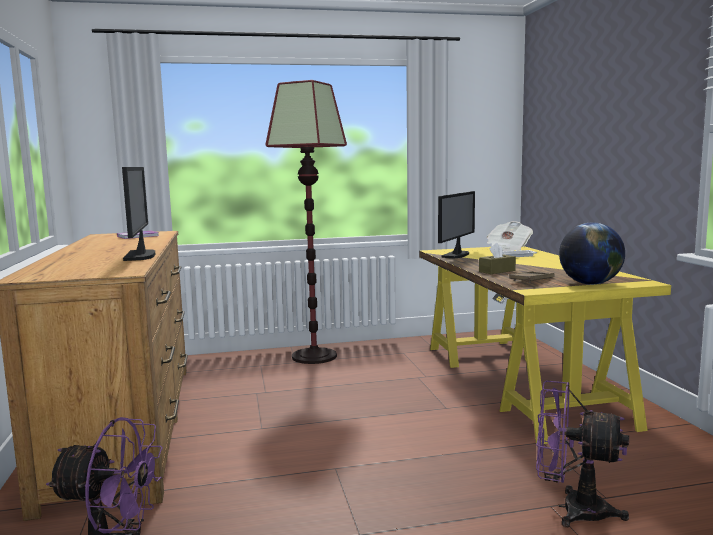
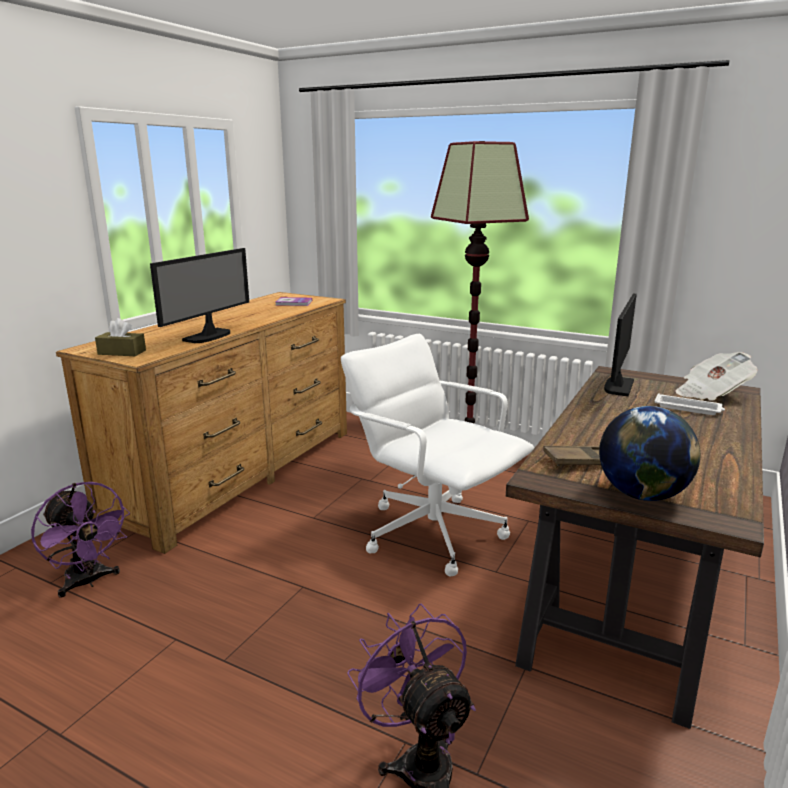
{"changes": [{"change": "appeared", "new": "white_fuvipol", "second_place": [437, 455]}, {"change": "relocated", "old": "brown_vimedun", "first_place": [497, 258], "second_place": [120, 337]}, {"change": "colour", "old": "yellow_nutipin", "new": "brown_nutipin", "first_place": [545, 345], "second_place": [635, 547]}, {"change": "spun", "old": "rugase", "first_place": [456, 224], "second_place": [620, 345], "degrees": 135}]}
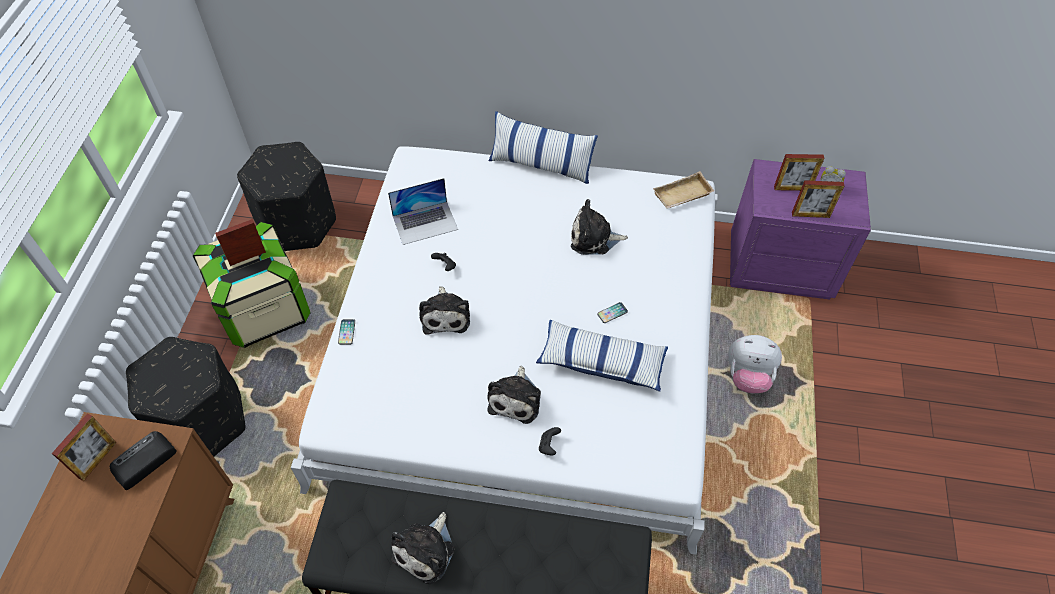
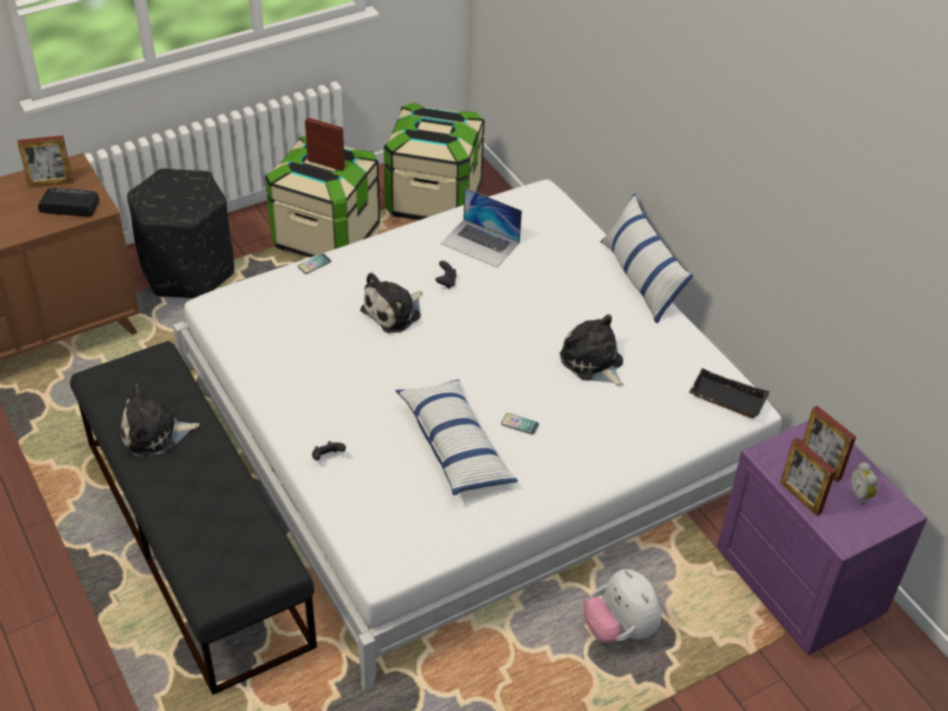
{"changes": [{"change": "missing", "old": "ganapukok", "first_place": [514, 395]}, {"change": "exchanged", "old": "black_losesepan", "new": "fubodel", "first_place": [286, 196], "second_place": [434, 161]}, {"change": "colour", "old": "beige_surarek", "new": "black_surarek", "first_place": [683, 190], "second_place": [729, 393]}]}
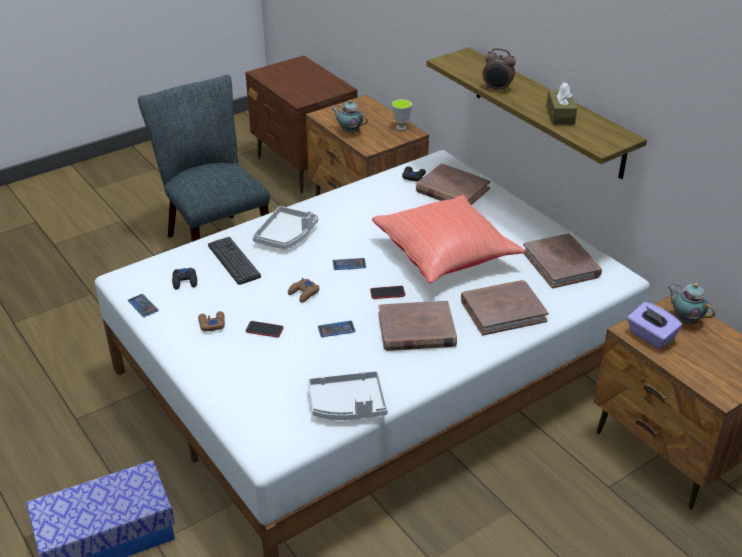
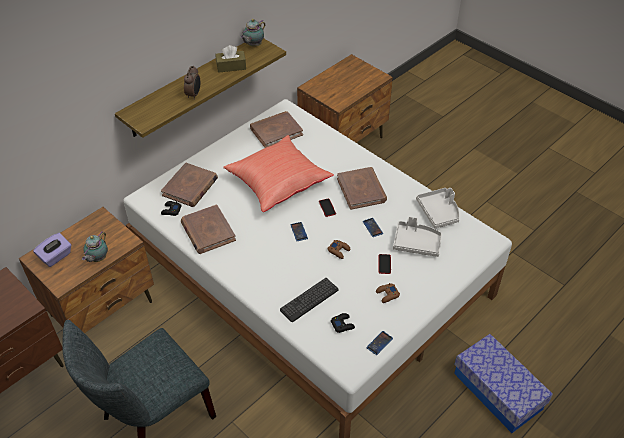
{"changes": [{"change": "missing", "old": "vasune", "first_place": [402, 114]}, {"change": "relocated", "old": "grey_surarek", "first_place": [285, 227], "second_place": [417, 236]}, {"change": "relocated", "old": "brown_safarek", "first_place": [505, 307], "second_place": [208, 229]}, {"change": "relocated", "old": "purple_vimedun", "first_place": [654, 325], "second_place": [52, 250]}, {"change": "relocated", "old": "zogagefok", "first_place": [691, 303], "second_place": [252, 33]}]}
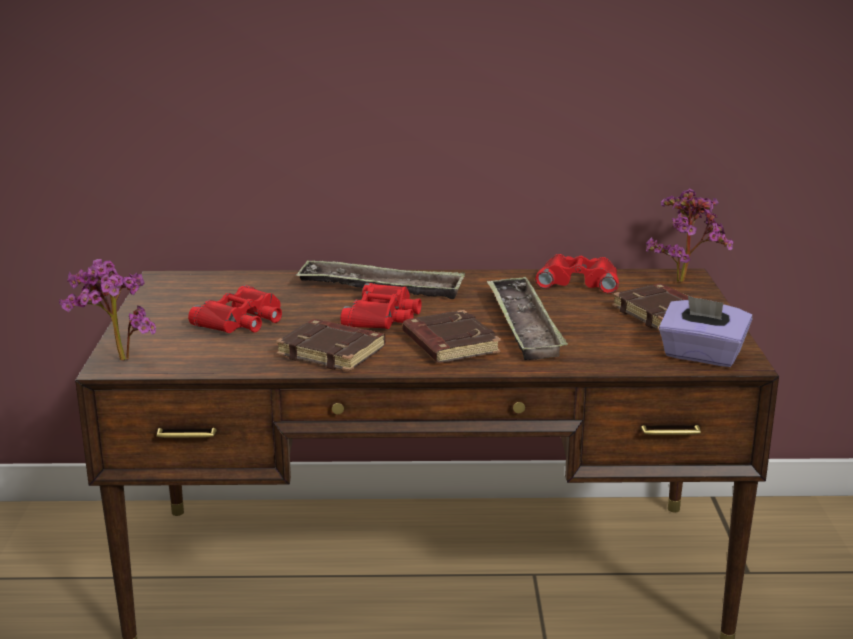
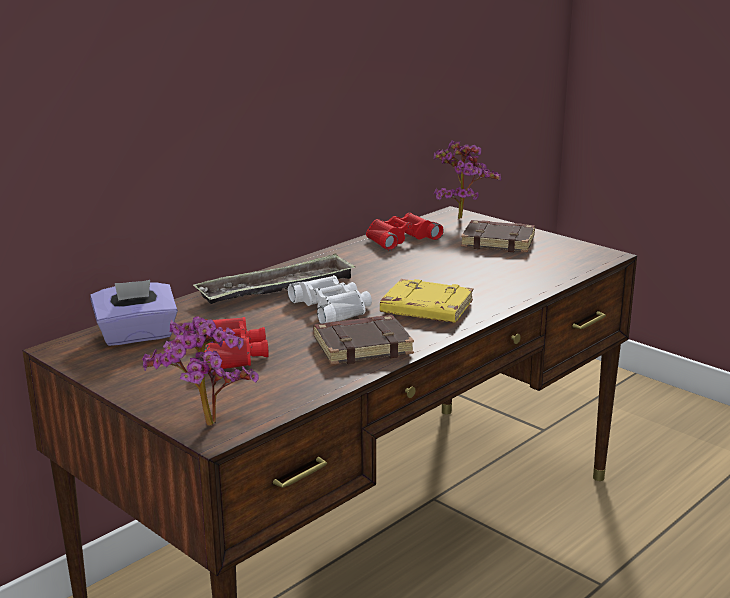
{"changes": [{"change": "missing", "old": "surarek", "first_place": [527, 318]}, {"change": "relocated", "old": "purple_vimedun", "first_place": [705, 331], "second_place": [134, 313]}, {"change": "colour", "old": "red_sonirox", "new": "white_sonirox", "first_place": [381, 306], "second_place": [330, 299]}, {"change": "colour", "old": "brown_safarek", "new": "yellow_safarek", "first_place": [452, 336], "second_place": [426, 301]}]}
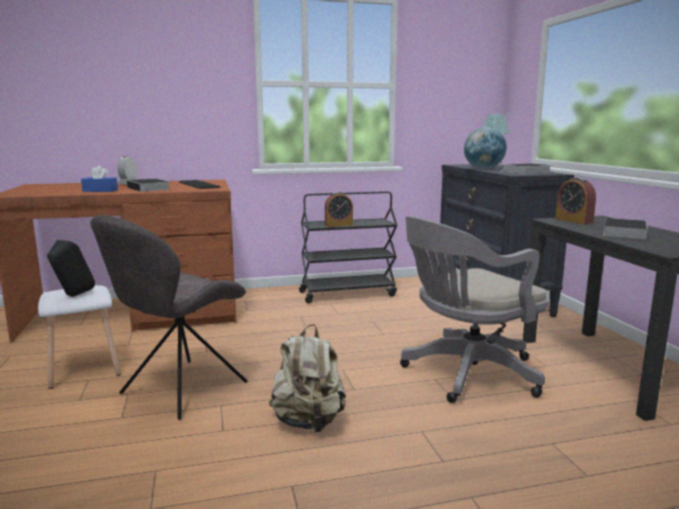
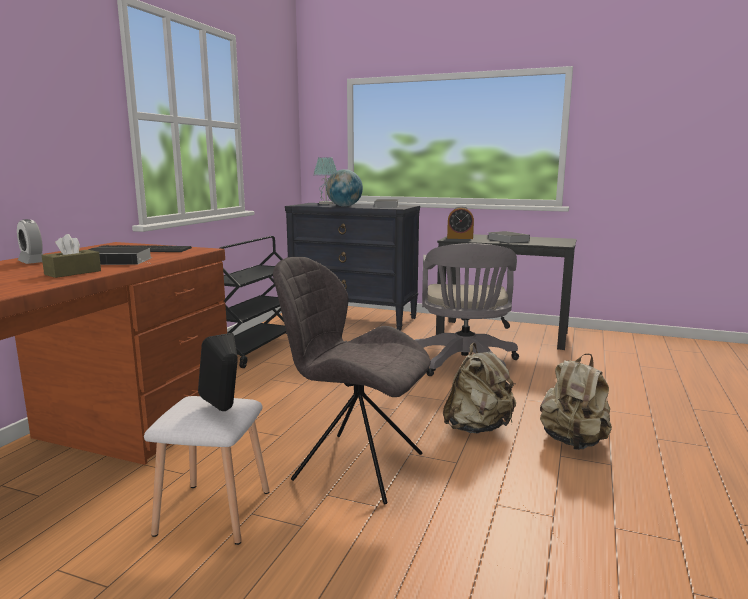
{"changes": [{"change": "missing", "old": "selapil", "first_place": [339, 209]}, {"change": "appeared", "new": "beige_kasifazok", "second_place": [576, 401]}, {"change": "colour", "old": "blue_vimedun", "new": "brown_vimedun", "first_place": [99, 178], "second_place": [71, 256]}, {"change": "spun", "old": "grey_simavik", "first_place": [168, 317], "second_place": [352, 380], "degrees": 135}]}
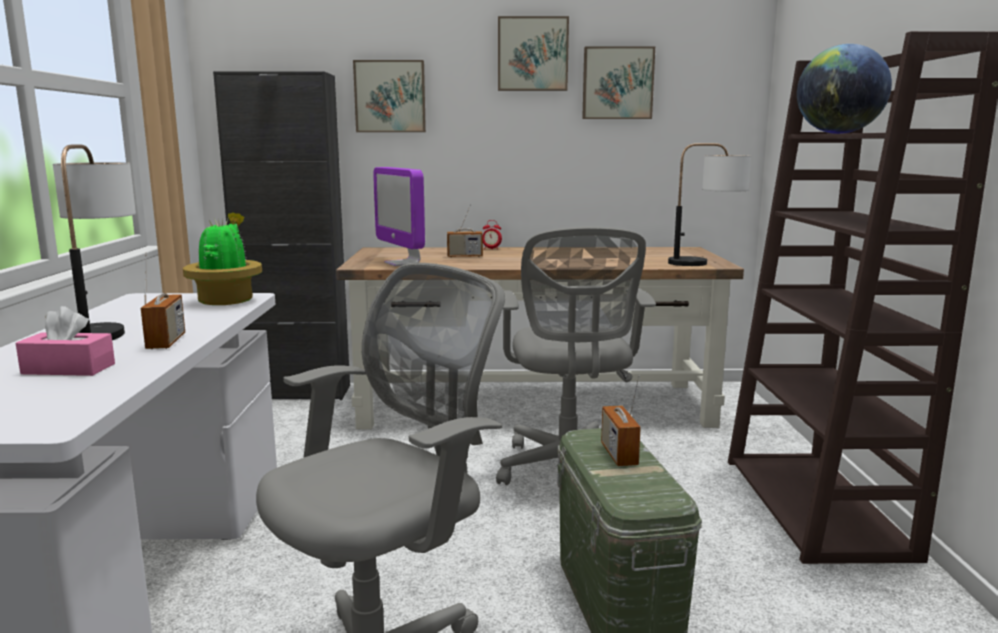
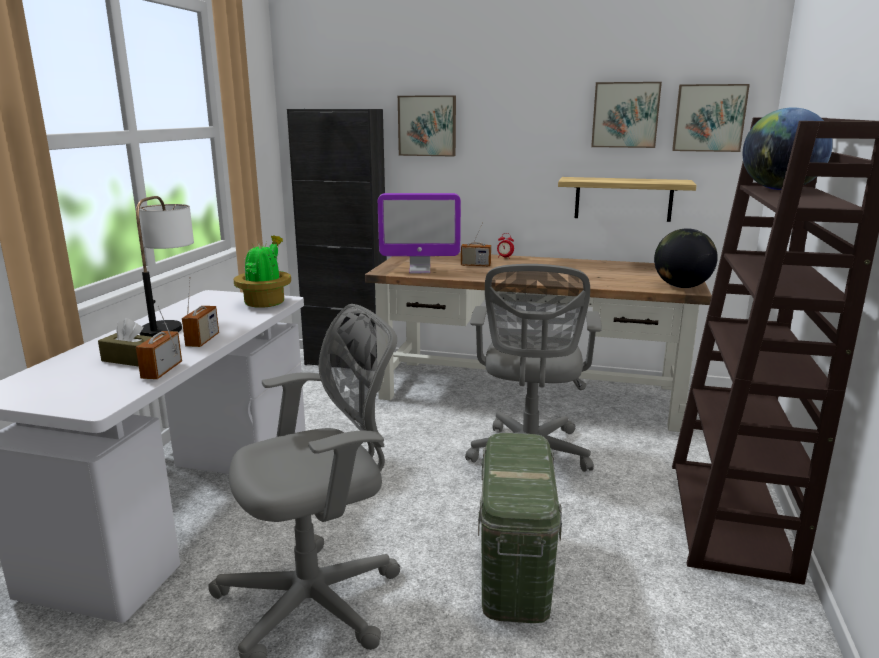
{"changes": [{"change": "appeared", "new": "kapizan", "second_place": [627, 199]}, {"change": "relocated", "old": "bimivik", "first_place": [533, 53], "second_place": [711, 118]}, {"change": "relocated", "old": "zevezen", "first_place": [621, 420], "second_place": [159, 342]}, {"change": "exchanged", "old": "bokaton", "new": "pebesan", "first_place": [709, 204], "second_place": [686, 258]}, {"change": "colour", "old": "pink_vimedun", "new": "brown_vimedun", "first_place": [65, 341], "second_place": [124, 342]}, {"change": "spun", "old": "rugase", "first_place": [399, 216], "second_place": [419, 233], "degrees": -75}]}
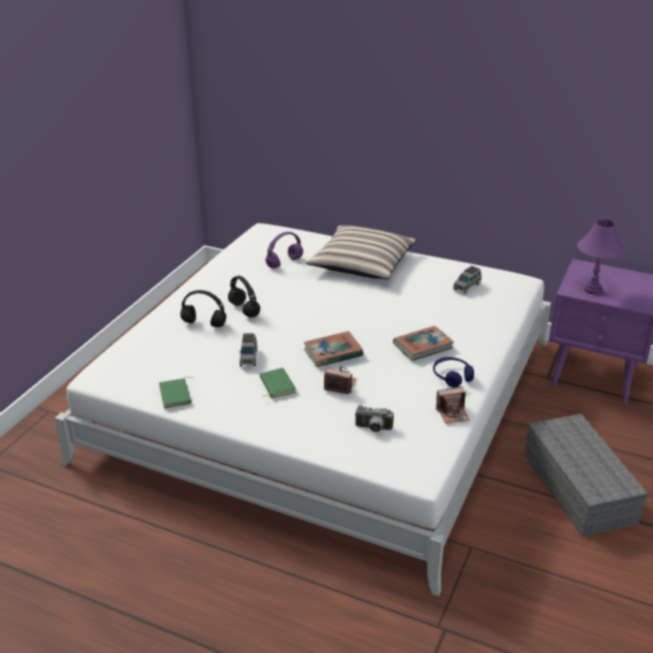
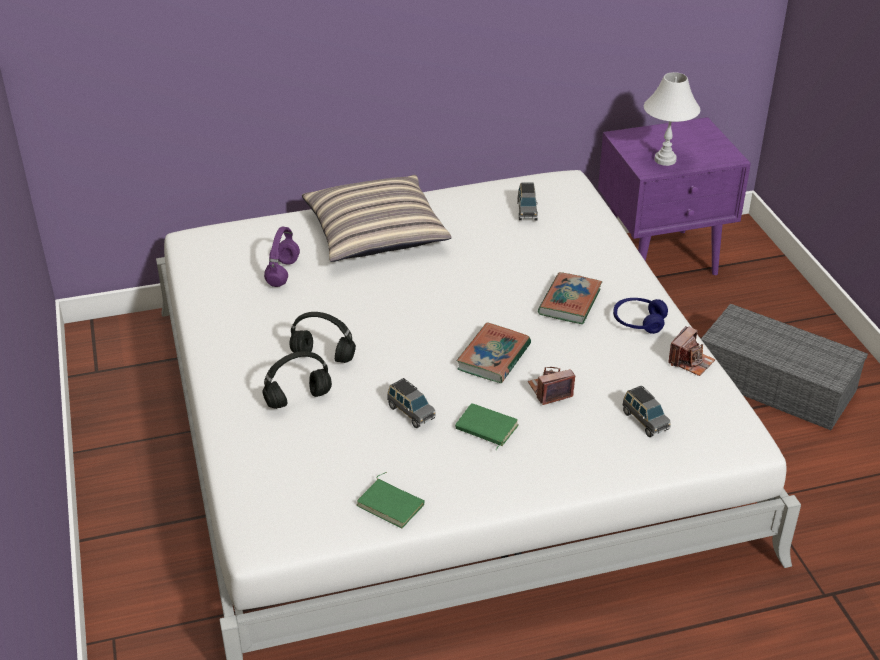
{"changes": [{"change": "exchanged", "old": "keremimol", "new": "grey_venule", "first_place": [374, 418], "second_place": [646, 411]}, {"change": "colour", "old": "purple_bokaton", "new": "white_bokaton", "first_place": [601, 257], "second_place": [672, 119]}]}
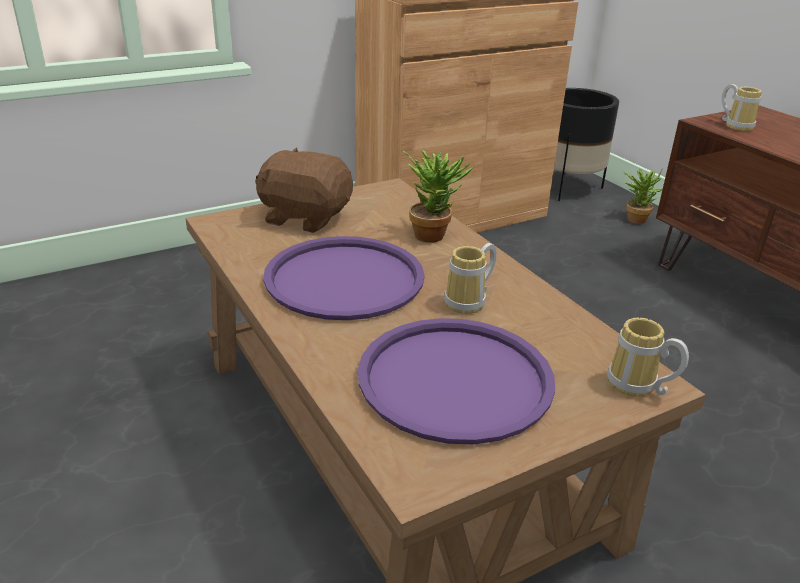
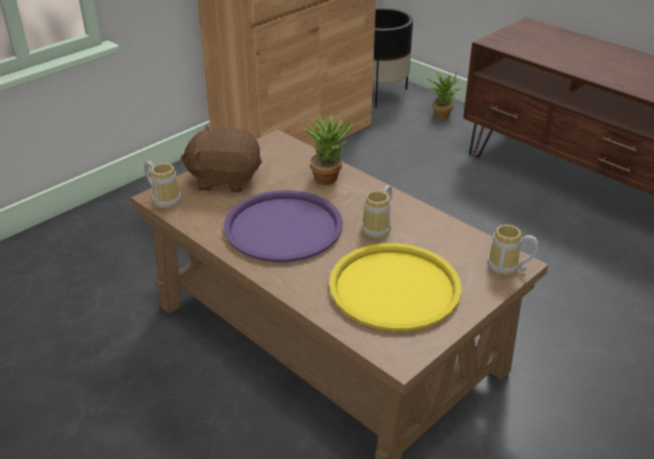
{"changes": [{"change": "relocated", "old": "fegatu", "first_place": [742, 107], "second_place": [162, 185]}, {"change": "colour", "old": "purple_surarek", "new": "yellow_surarek", "first_place": [456, 381], "second_place": [395, 287]}]}
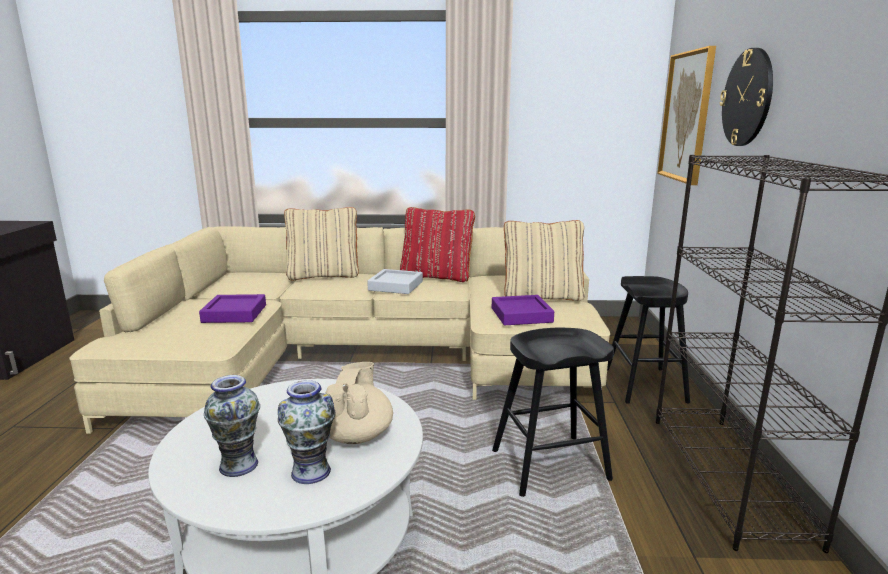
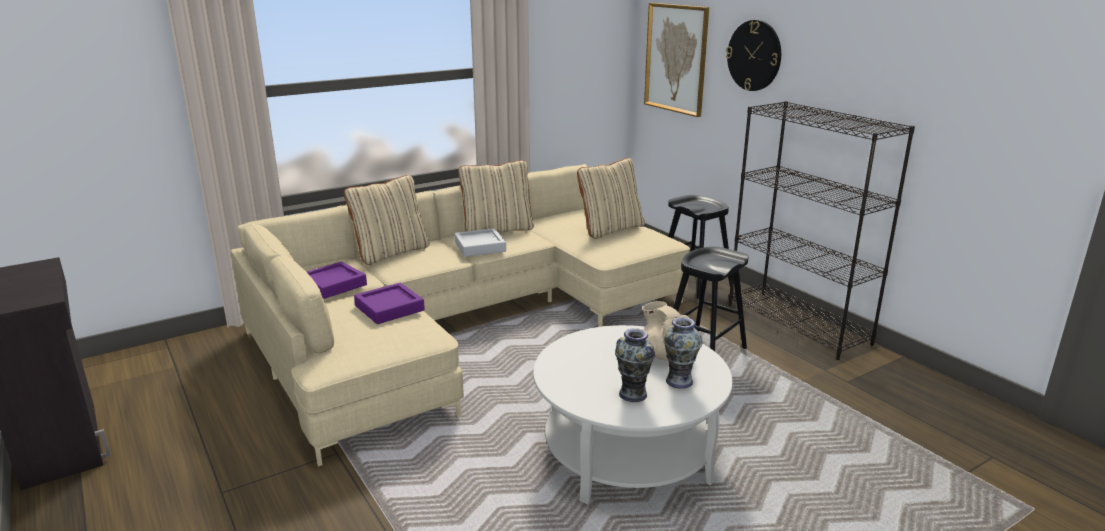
{"changes": [{"change": "relocated", "old": "purple_surarek", "first_place": [523, 310], "second_place": [337, 280]}, {"change": "colour", "old": "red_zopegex", "new": "beige_zopegex", "first_place": [437, 244], "second_place": [496, 196]}]}
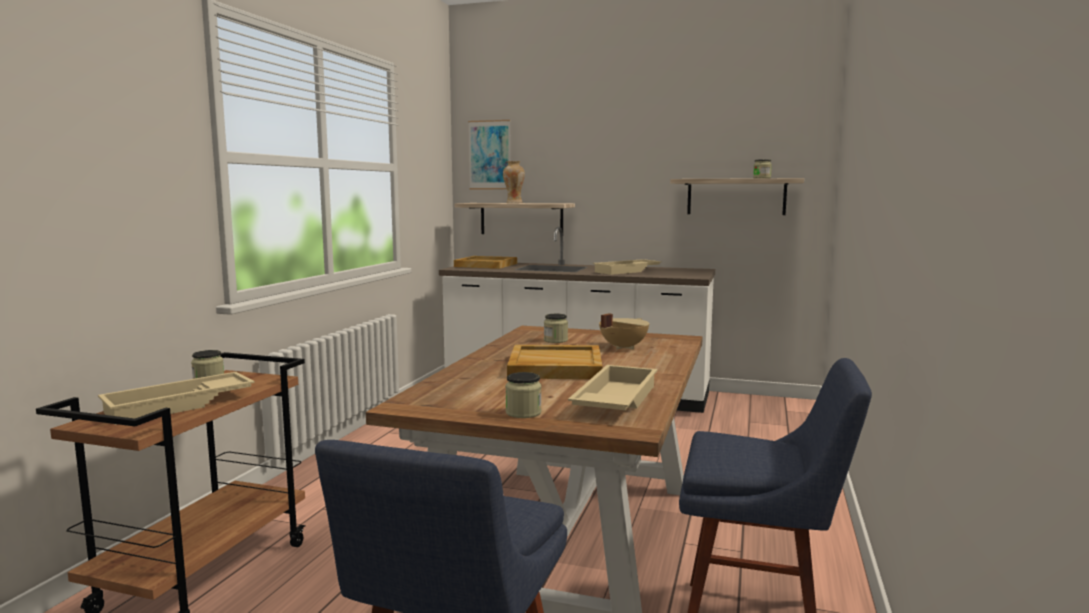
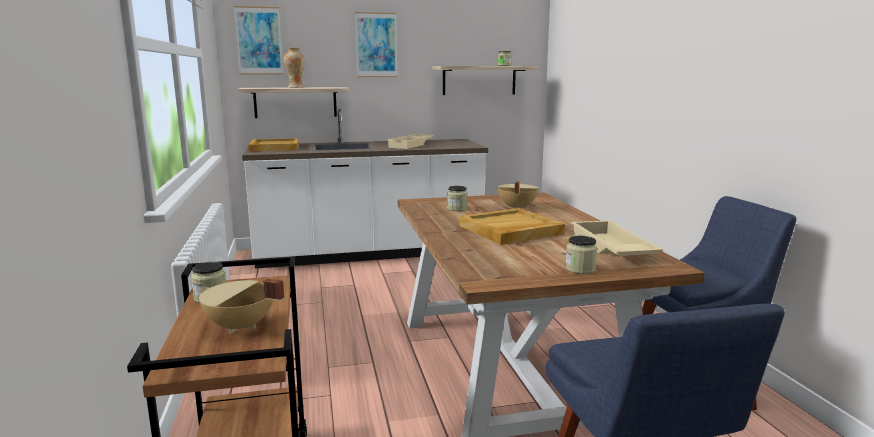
{"changes": [{"change": "appeared", "new": "bimivik", "second_place": [376, 44]}, {"change": "exchanged", "old": "beige_surarek", "new": "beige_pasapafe", "first_place": [176, 398], "second_place": [242, 306]}]}
